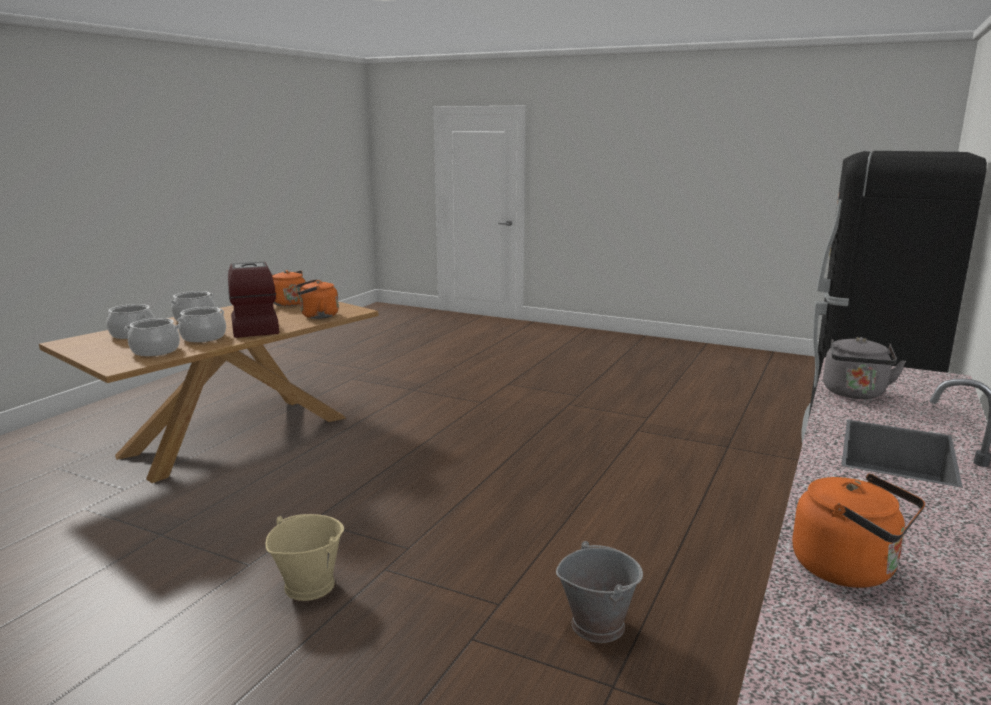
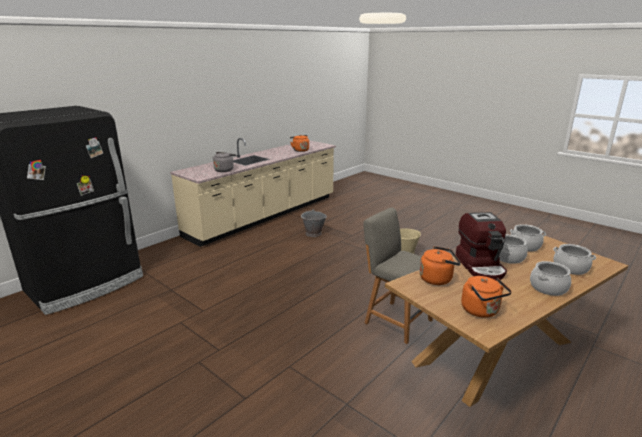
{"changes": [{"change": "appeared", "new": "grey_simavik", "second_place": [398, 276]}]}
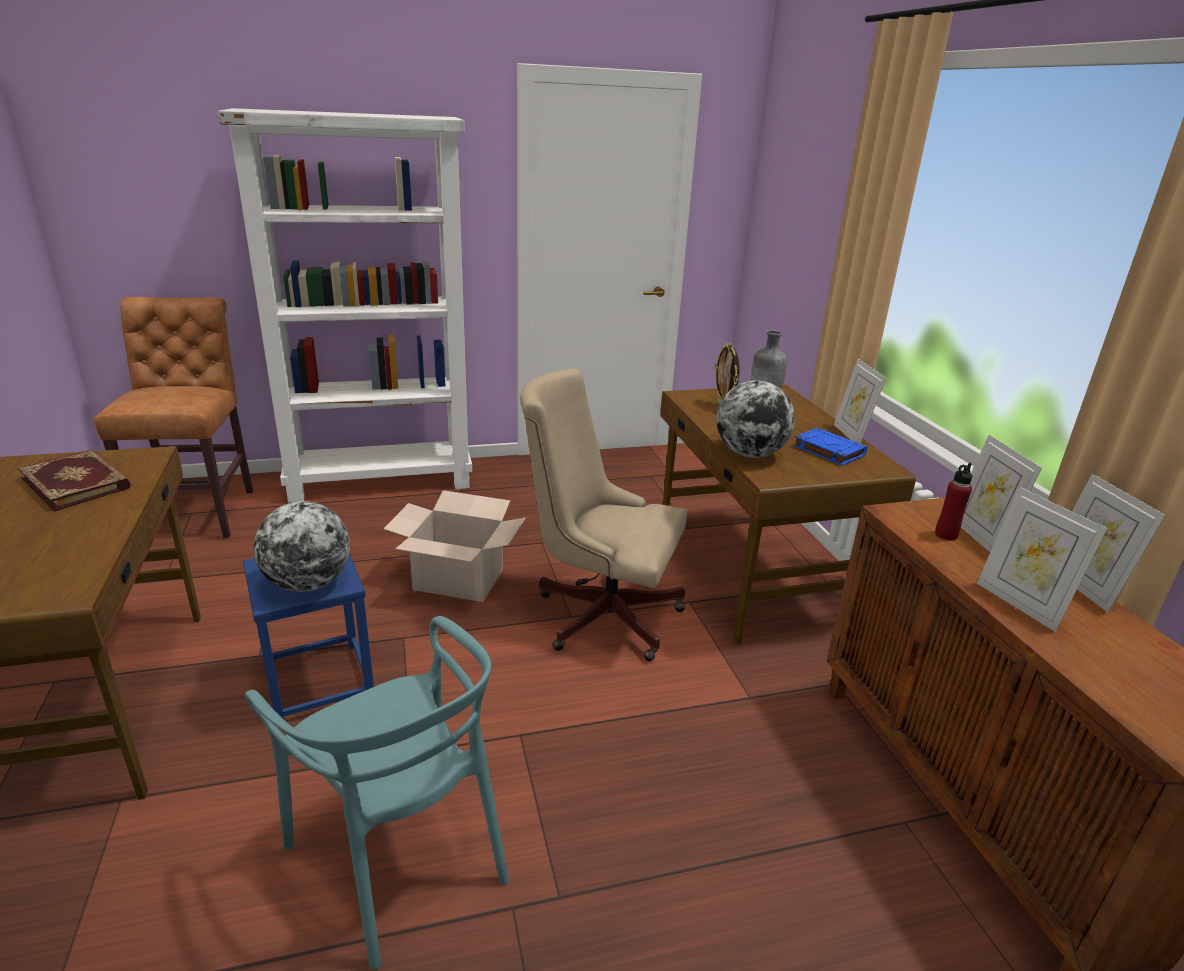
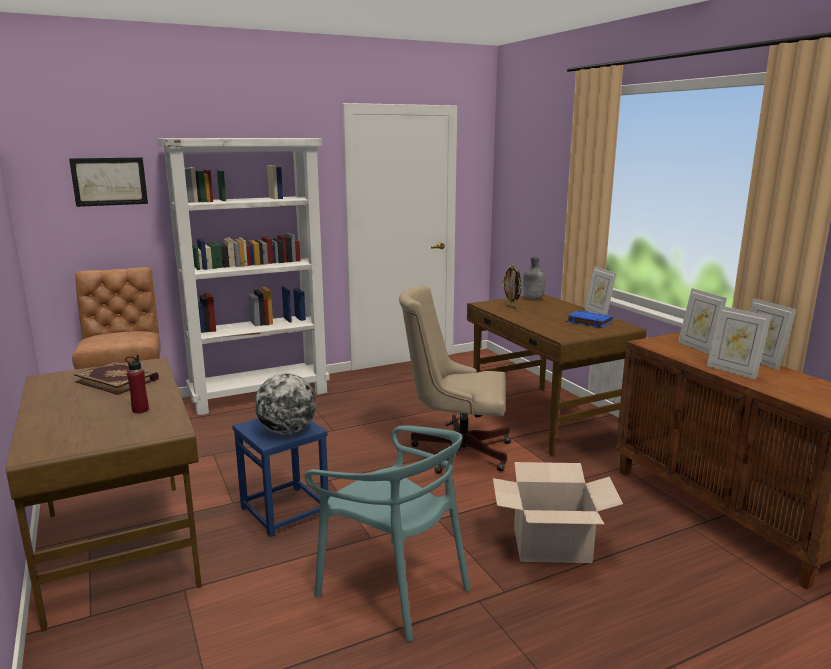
{"changes": [{"change": "missing", "old": "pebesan", "first_place": [755, 419]}, {"change": "appeared", "new": "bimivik", "second_place": [108, 182]}, {"change": "relocated", "old": "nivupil", "first_place": [455, 546], "second_place": [558, 512]}, {"change": "relocated", "old": "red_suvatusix", "first_place": [953, 501], "second_place": [137, 384]}]}
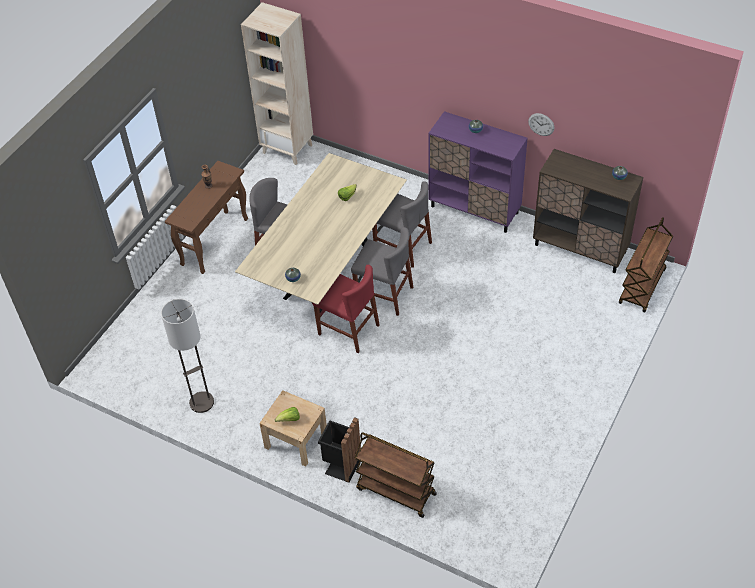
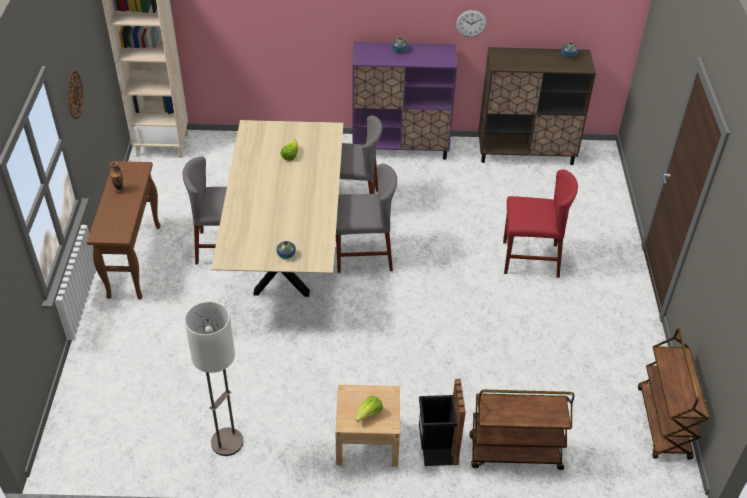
{"changes": [{"change": "appeared", "new": "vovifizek", "second_place": [75, 95]}, {"change": "relocated", "old": "red_simavik", "first_place": [346, 309], "second_place": [540, 223]}, {"change": "relocated", "old": "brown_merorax", "first_place": [646, 265], "second_place": [673, 394]}]}
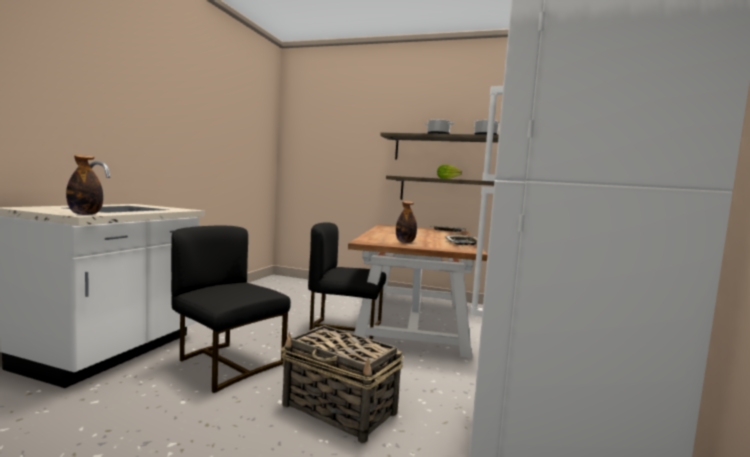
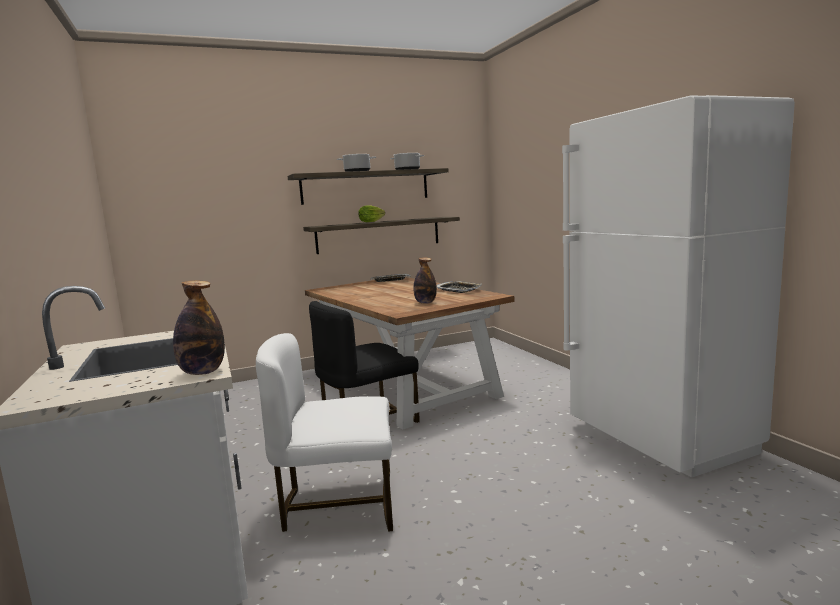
{"changes": [{"change": "missing", "old": "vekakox", "first_place": [342, 384]}, {"change": "colour", "old": "black_simavik", "new": "white_simavik", "first_place": [231, 309], "second_place": [324, 432]}]}
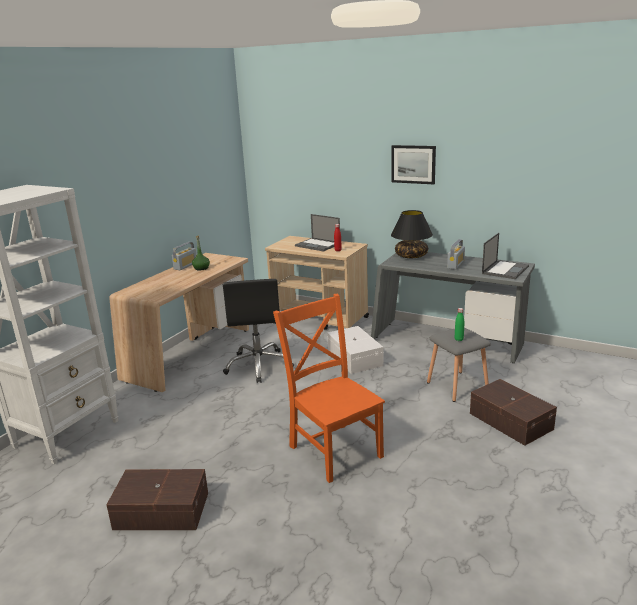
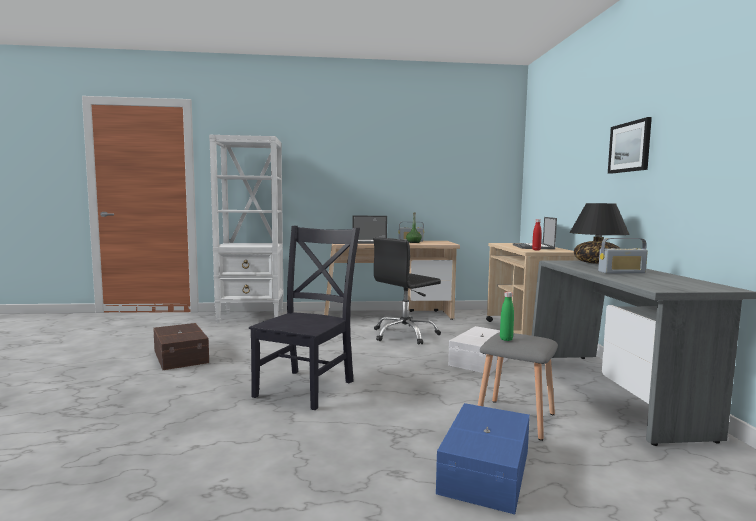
{"changes": [{"change": "relocated", "old": "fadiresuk", "first_place": [505, 256], "second_place": [369, 229]}, {"change": "colour", "old": "orange_simavik", "new": "black_simavik", "first_place": [329, 388], "second_place": [304, 318]}, {"change": "colour", "old": "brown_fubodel", "new": "blue_fubodel", "first_place": [513, 412], "second_place": [483, 458]}]}
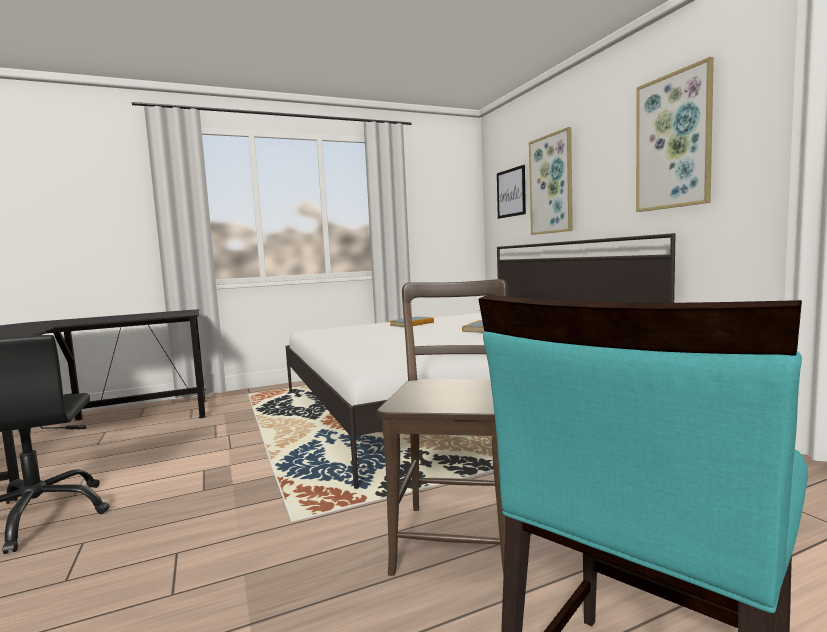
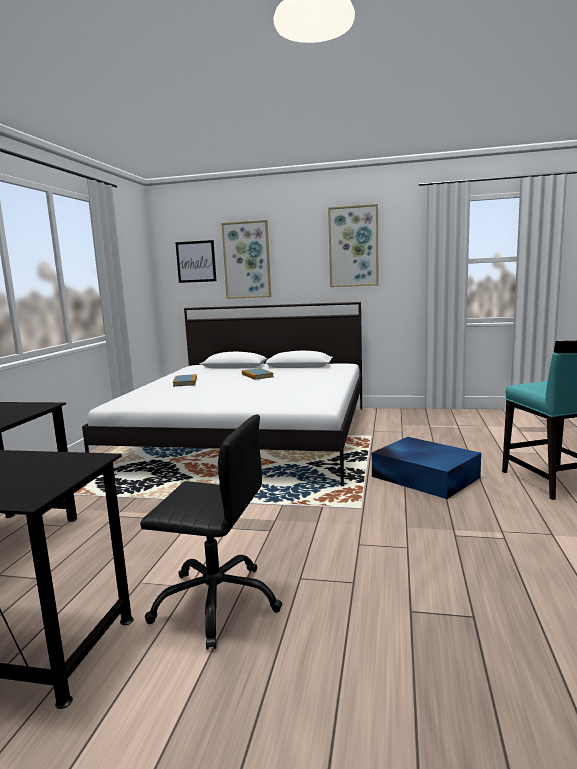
{"changes": [{"change": "exchanged", "old": "brown_simavik", "new": "blue_fubodel", "first_place": [442, 427], "second_place": [426, 468]}]}
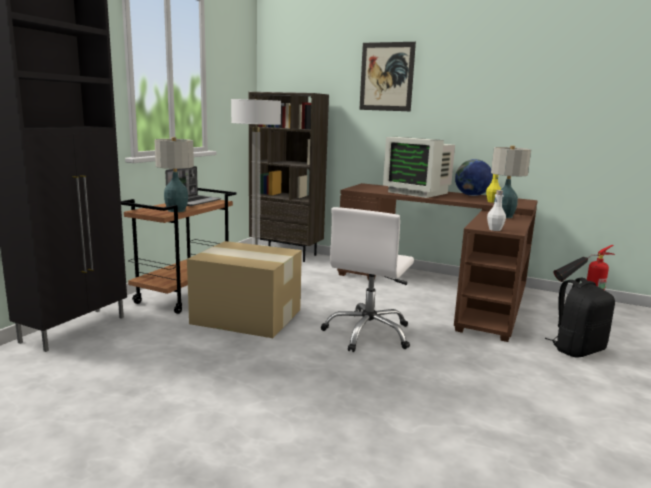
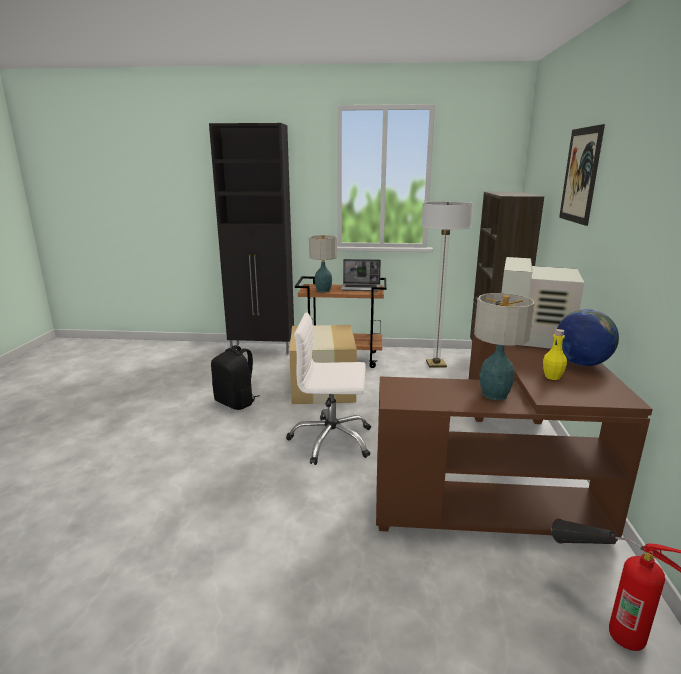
{"changes": [{"change": "missing", "old": "white_suvatusix", "first_place": [496, 210]}, {"change": "relocated", "old": "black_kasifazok", "first_place": [580, 317], "second_place": [235, 377]}]}
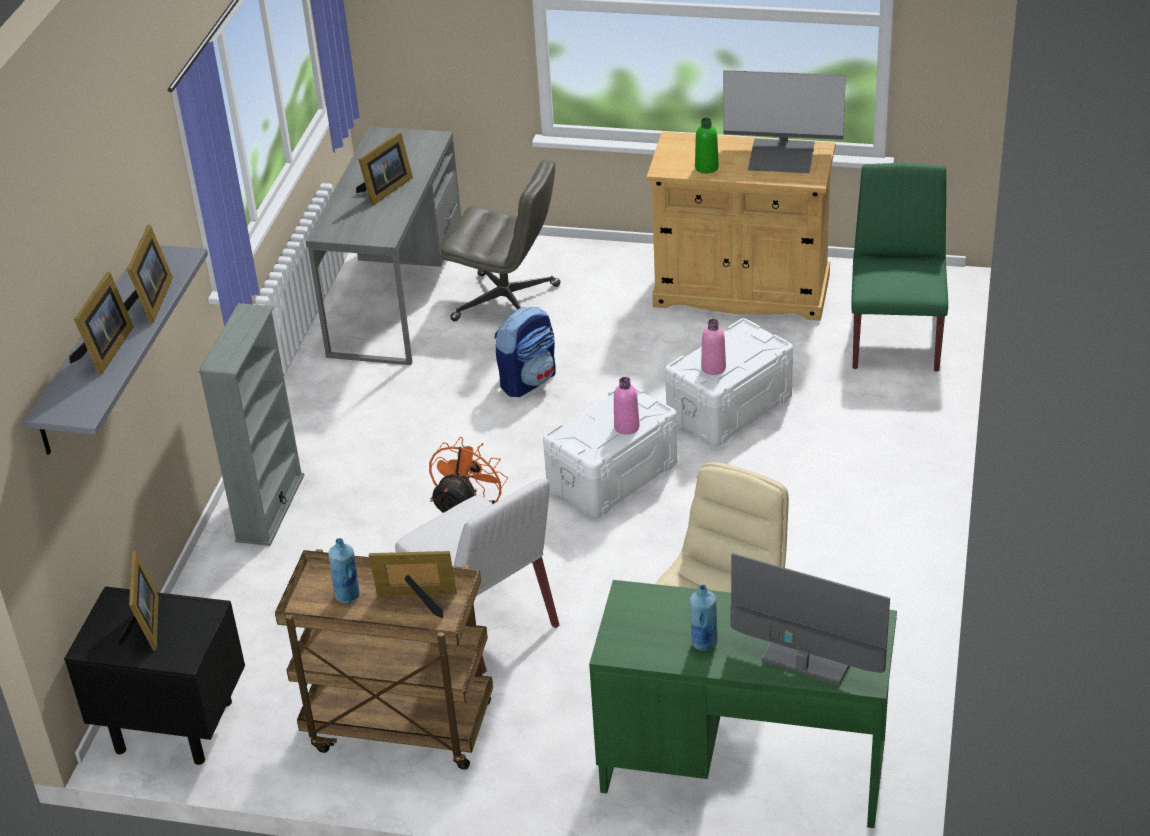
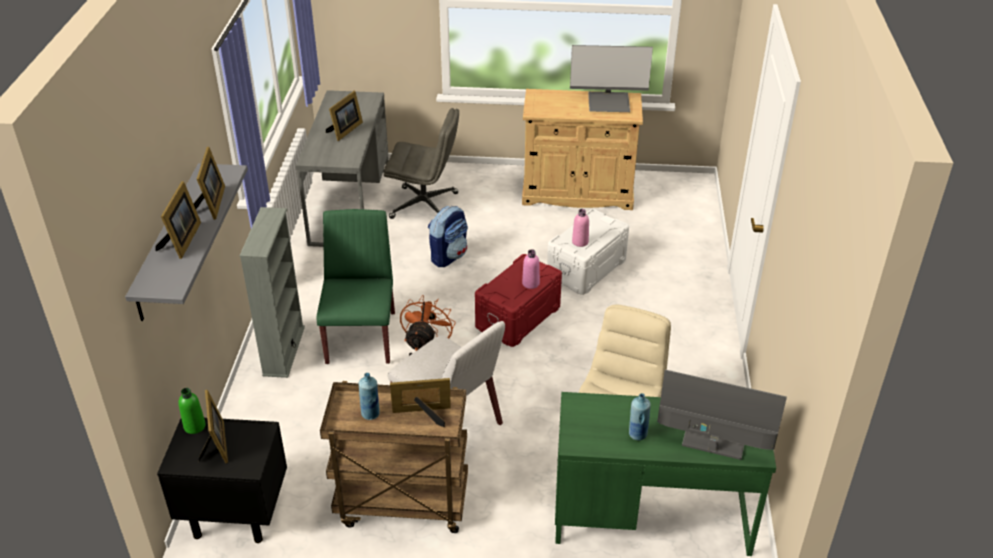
{"changes": [{"change": "relocated", "old": "green_suvatusix", "first_place": [707, 145], "second_place": [192, 411]}, {"change": "relocated", "old": "green_simavik", "first_place": [900, 267], "second_place": [355, 286]}, {"change": "colour", "old": "white_fubodel", "new": "red_fubodel", "first_place": [610, 451], "second_place": [518, 300]}]}
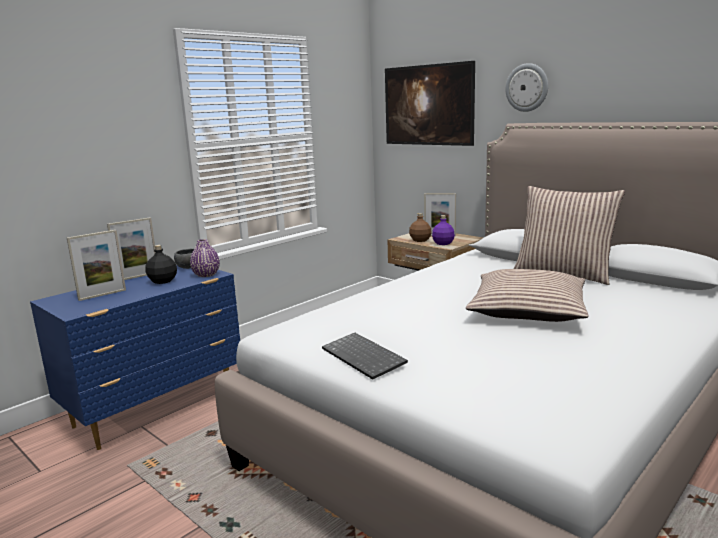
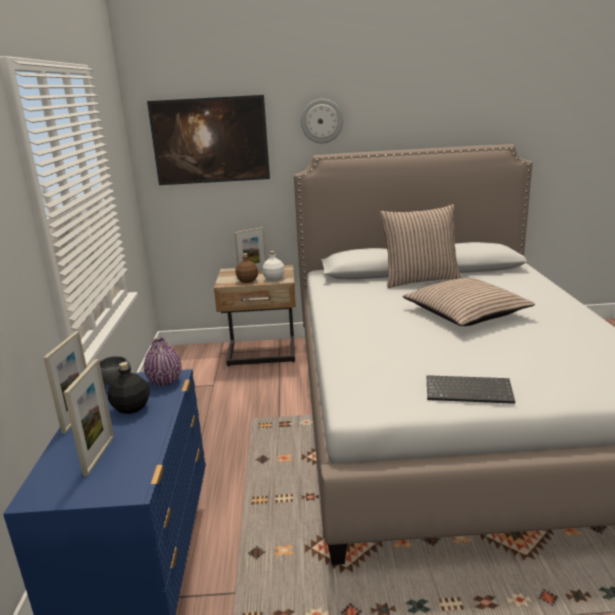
{"changes": [{"change": "colour", "old": "purple_suvatusix", "new": "white_suvatusix", "first_place": [443, 230], "second_place": [273, 266]}]}
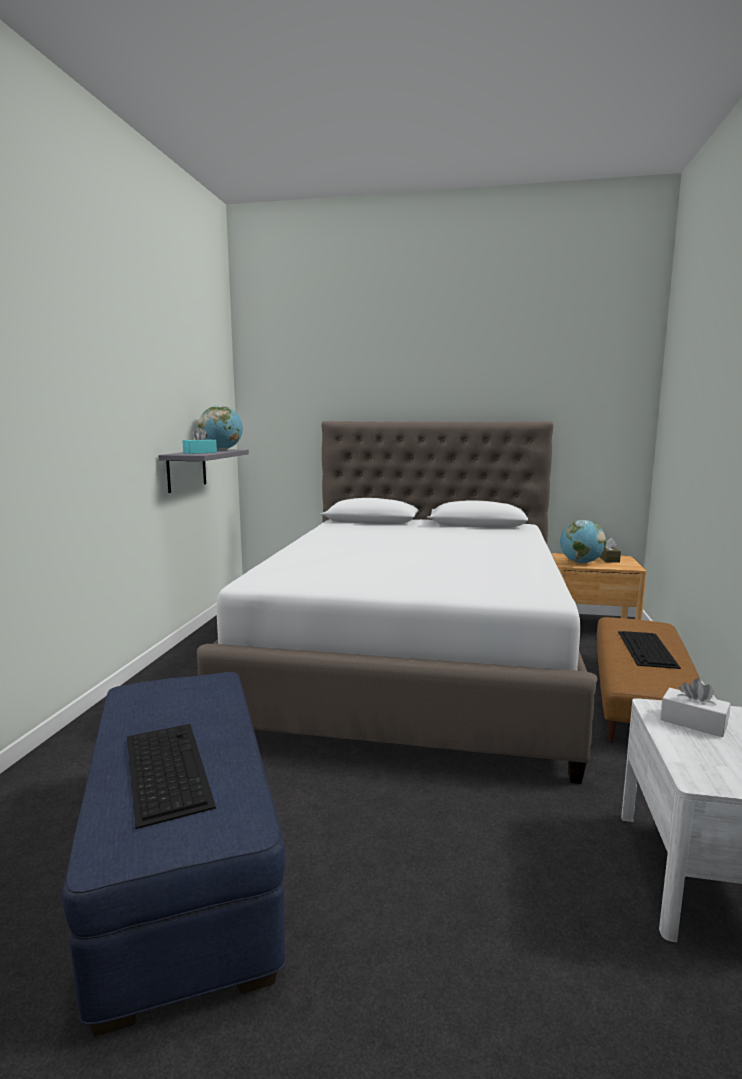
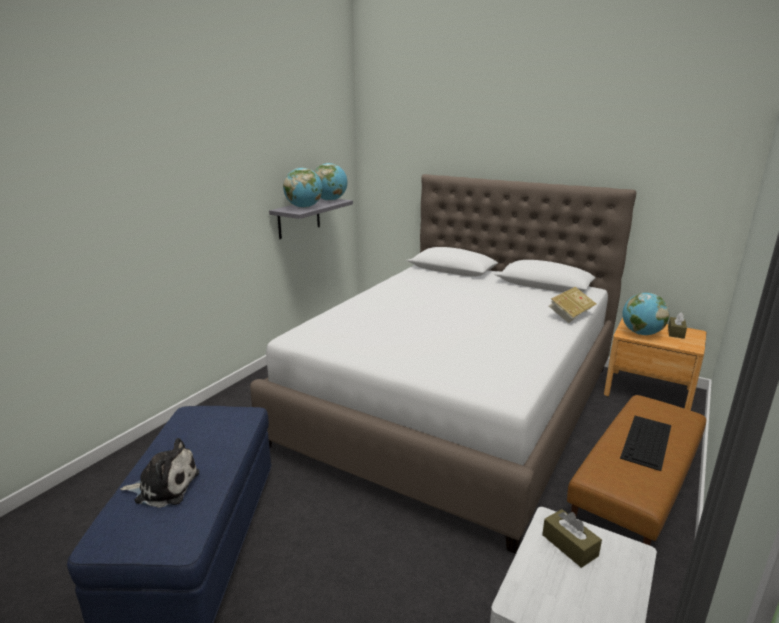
{"changes": [{"change": "appeared", "new": "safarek", "second_place": [572, 305]}, {"change": "exchanged", "old": "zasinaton", "new": "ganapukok", "first_place": [171, 776], "second_place": [159, 473]}, {"change": "exchanged", "old": "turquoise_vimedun", "new": "pebesan", "first_place": [199, 441], "second_place": [303, 188]}, {"change": "colour", "old": "white_vimedun", "new": "brown_vimedun", "first_place": [695, 708], "second_place": [572, 538]}]}
